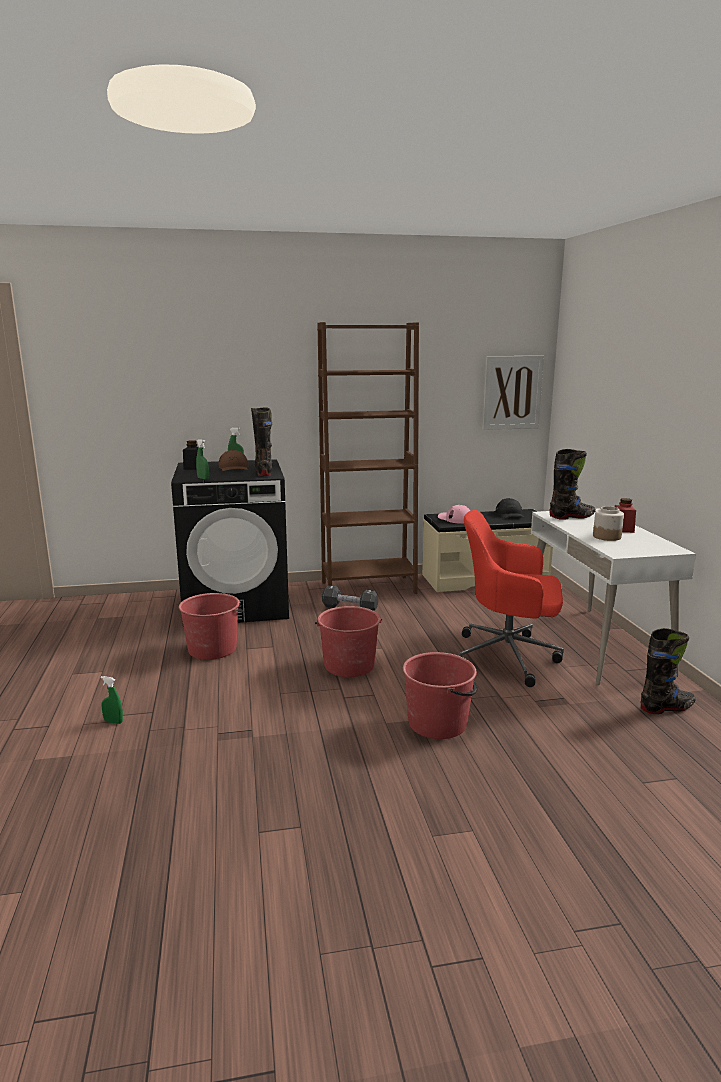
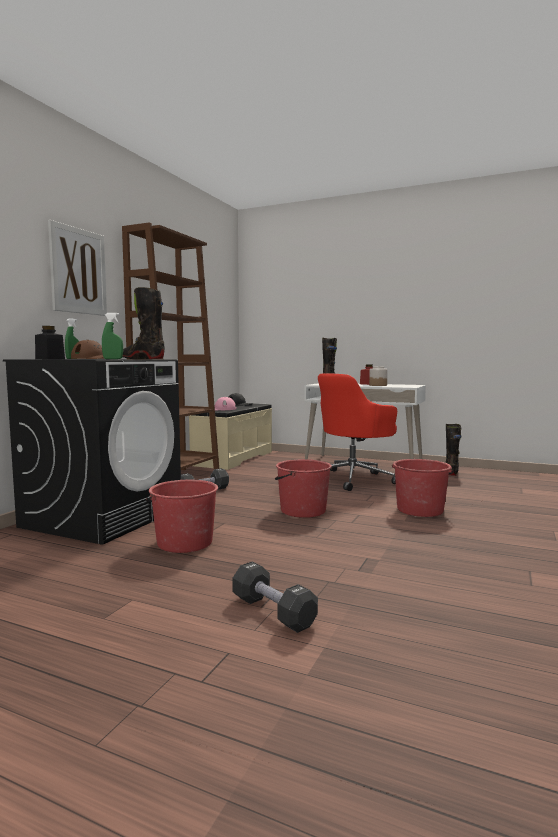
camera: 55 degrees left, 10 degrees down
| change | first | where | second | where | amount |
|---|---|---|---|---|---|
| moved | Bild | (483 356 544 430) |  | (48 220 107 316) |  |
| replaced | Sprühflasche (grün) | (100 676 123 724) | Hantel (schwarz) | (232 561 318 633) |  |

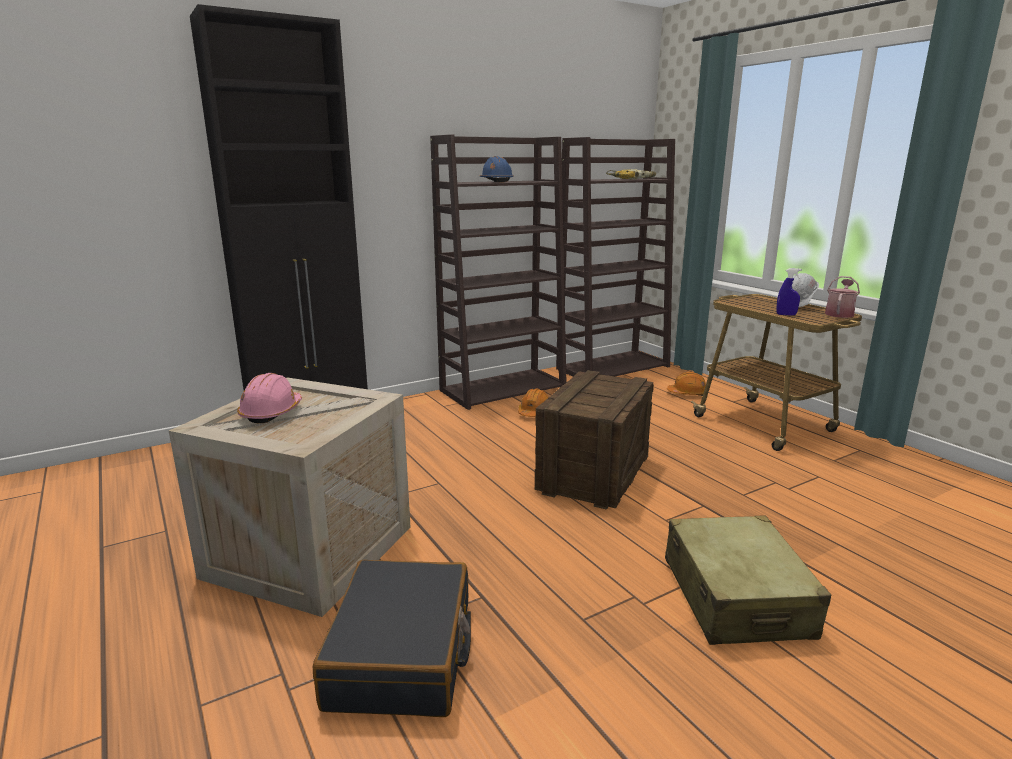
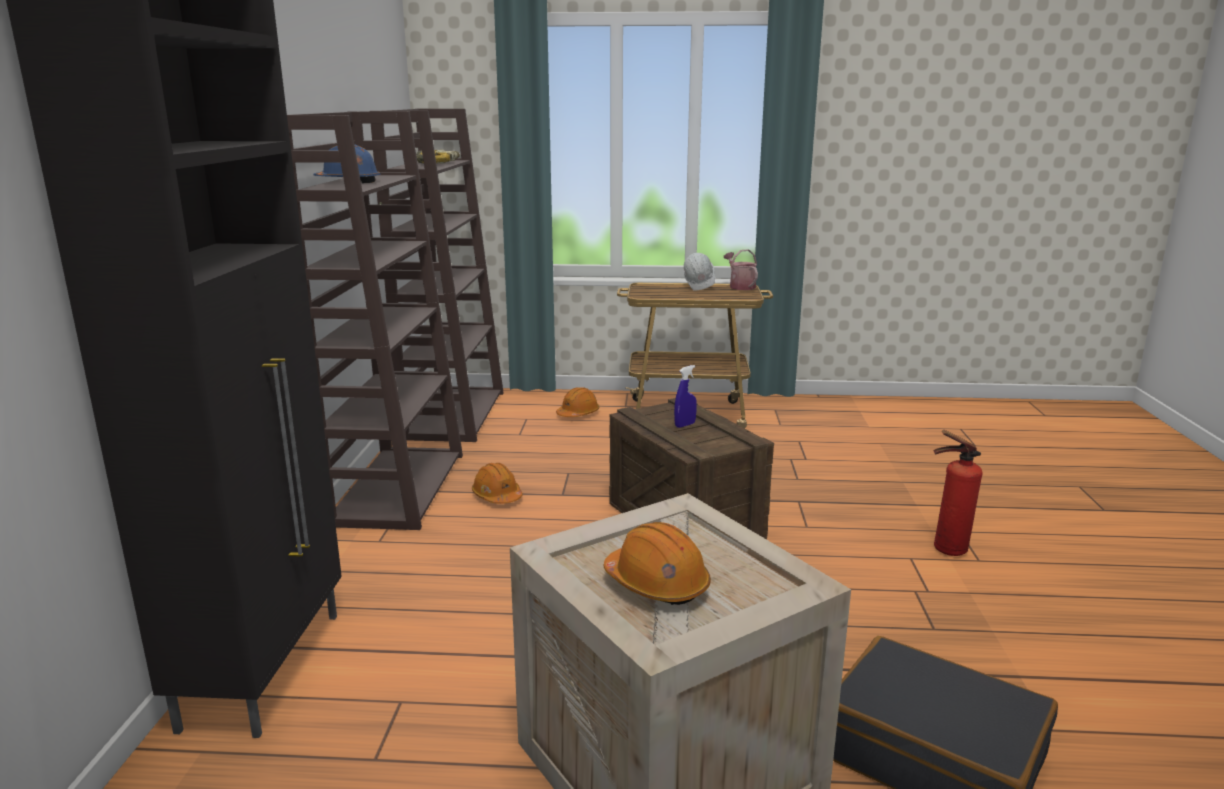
camera: 55 degrees left, 0 degrees up
| change | first | where | second | where | amount |
|---|---|---|---|---|---|
| moved | Sprühflasche (blau) | (777 268 802 316) |  | (674 365 697 428) |  |
| recoloured | Schutzhelm (rosa) | (237 373 302 423) | Schutzhelm (orange) | (604 522 711 605) |  |
| replaced | Koffer (beige) | (665 516 831 645) | Feuerlöscher | (934 430 983 556) |  |

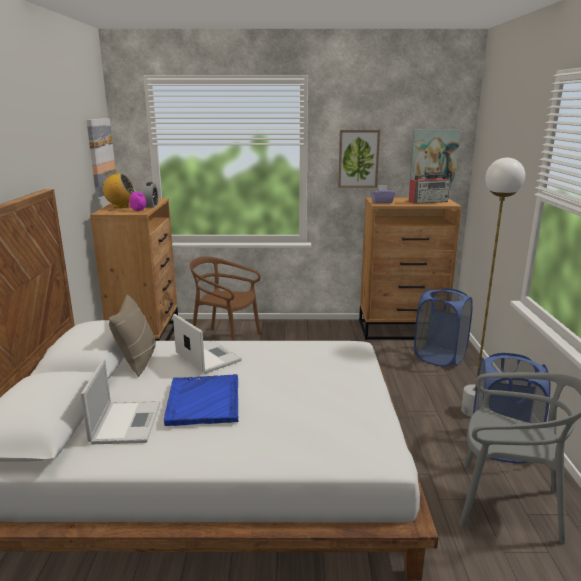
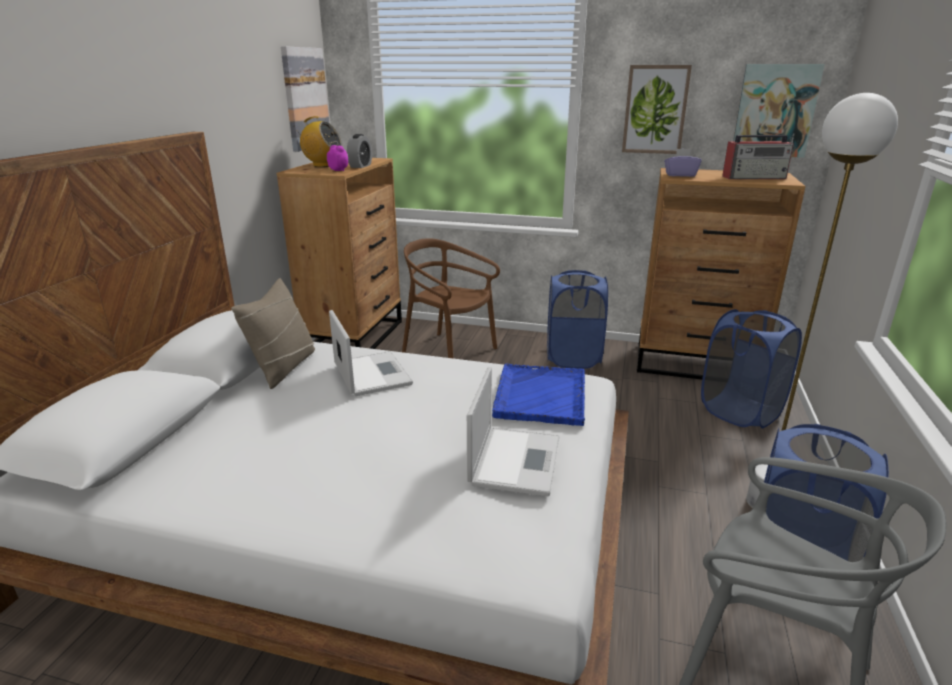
camera: 15 degrees right, 5 degrees up
| change | first | where | second | where | amount |
|---|---|---|---|---|---|
| moved | Laptop | (81 359 161 444) |  | (467 367 560 496) |  |
| moved | Tablett (blau) | (164 374 239 426) |  | (492 364 585 426) |  |
| added |  |  | Wäschekorb (blau) | (547 270 608 369) |  |

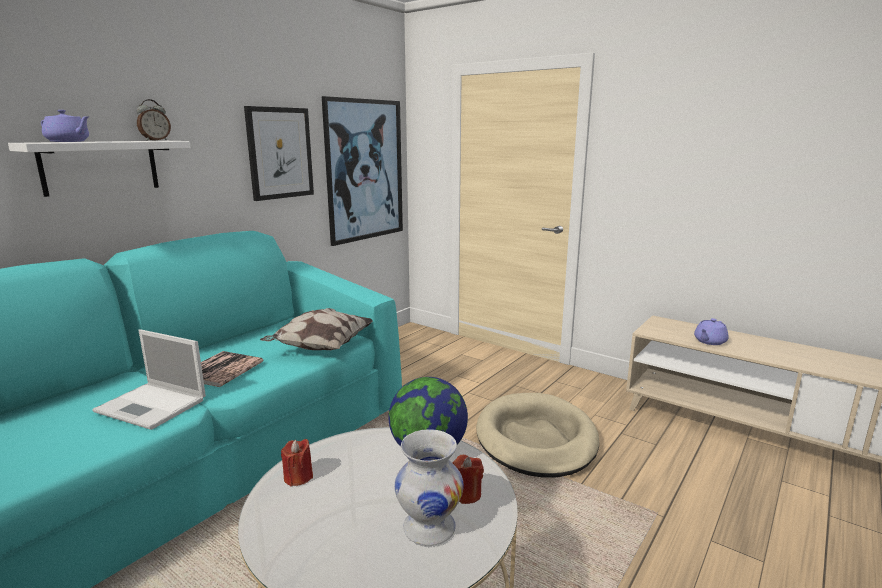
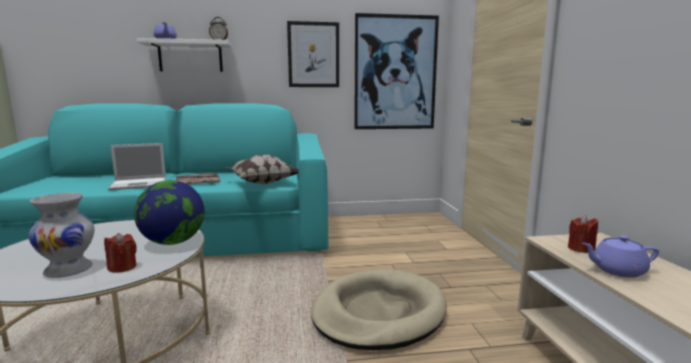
camera: 45 degrees right, 5 degrees down
| change | first | where | second | where | amount |
|---|---|---|---|---|---|
| turned | Laptop | (92 329 206 430) |  | (108 143 166 190) | 90 degrees counterclockwise |
| moved | Kerze (rot) | (281 439 313 486) |  | (568 215 598 253) |  |

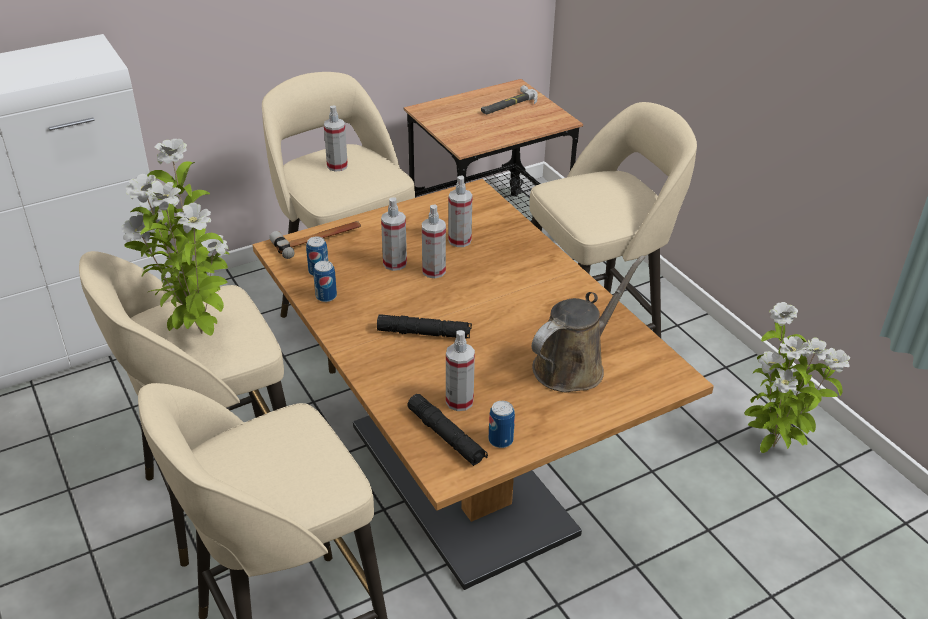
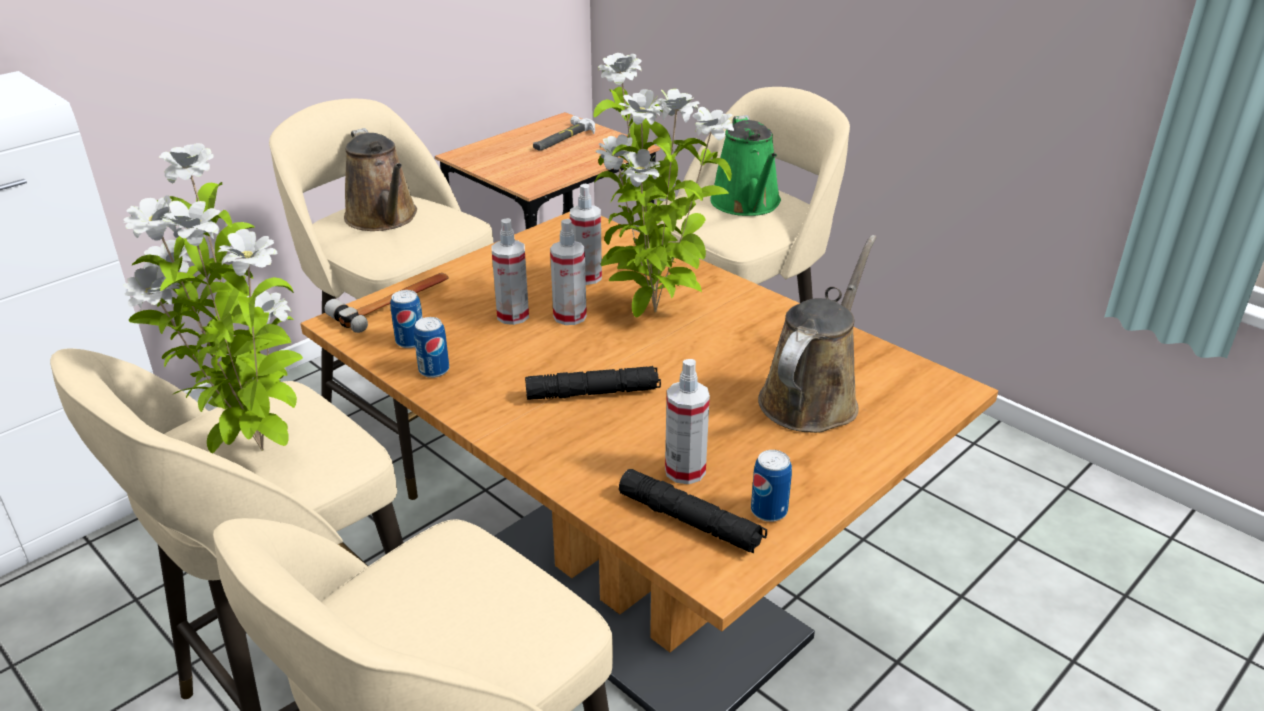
camera: 15 degrees left, 5 degrees down
| change | first | where | second | where | amount |
|---|---|---|---|---|---|
| replaced | Sprühflasche | (324 106 348 172) | Gießkanne (braun) | (344 128 417 231) |  |
| moved | Topfpflanze | (744 302 850 453) |  | (594 53 734 318) |  |
| added |  |  | Gießkanne (grün) | (710 115 781 216) |  |

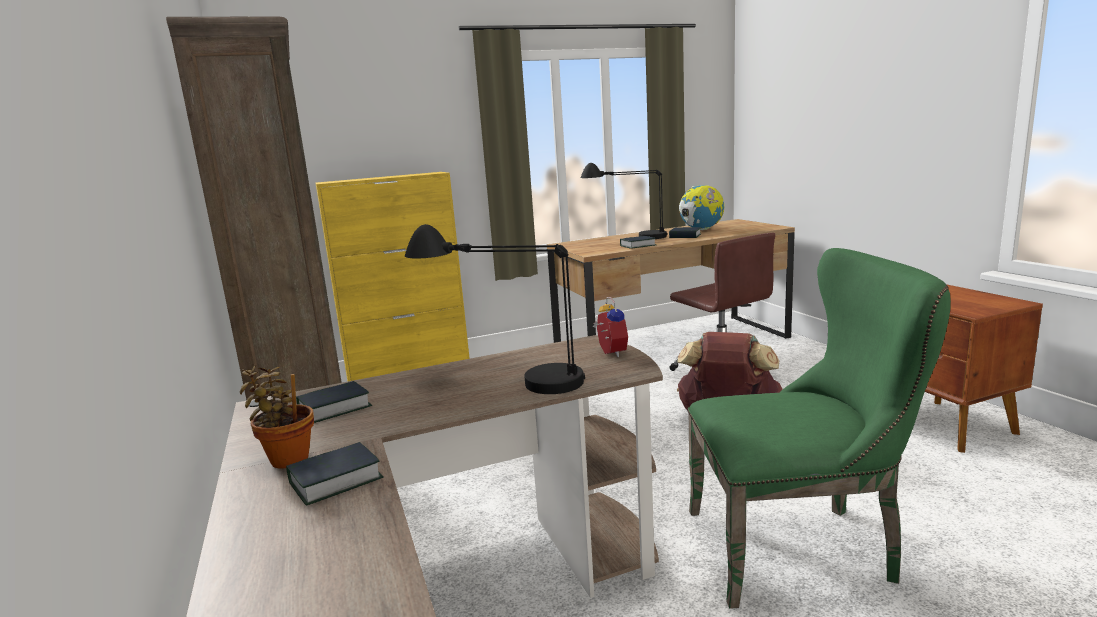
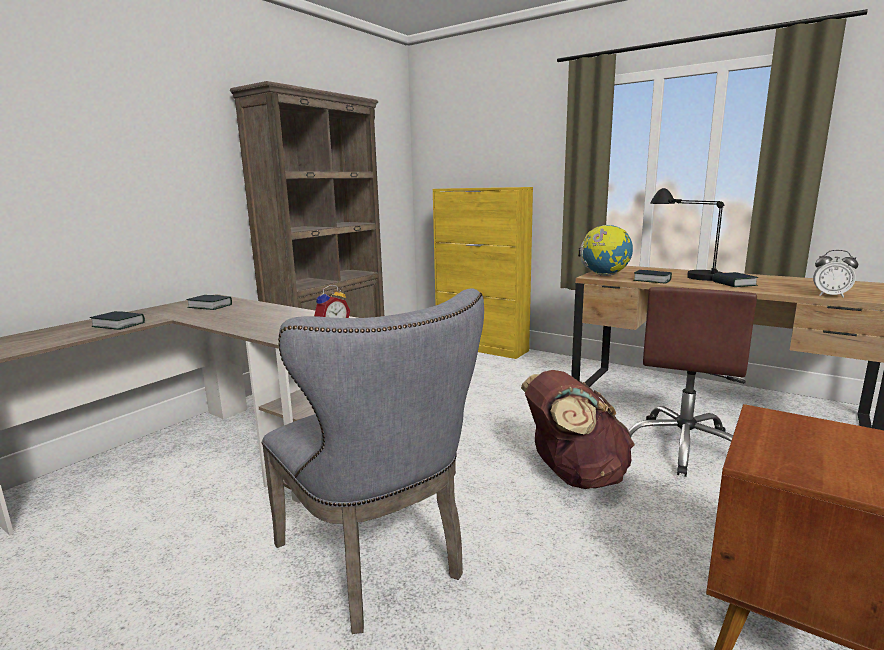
camera: 55 degrees right, 0 degrees up
| change | first | where | second | where | amount |
|---|---|---|---|---|---|
| moved | Globus | (679 185 724 230) |  | (578 225 633 276) |  |
| removed | Tischlampe (schwarz) | (405 224 585 394) |  |  |  |
| recoloured | Stuhl (grün) | (687 248 951 609) | Stuhl (grau) | (261 288 484 634) |  |
| removed | Topfpflanze | (240 366 314 469) |  |  |  |
| added |  |  | Wecker | (813 250 858 298) |  |

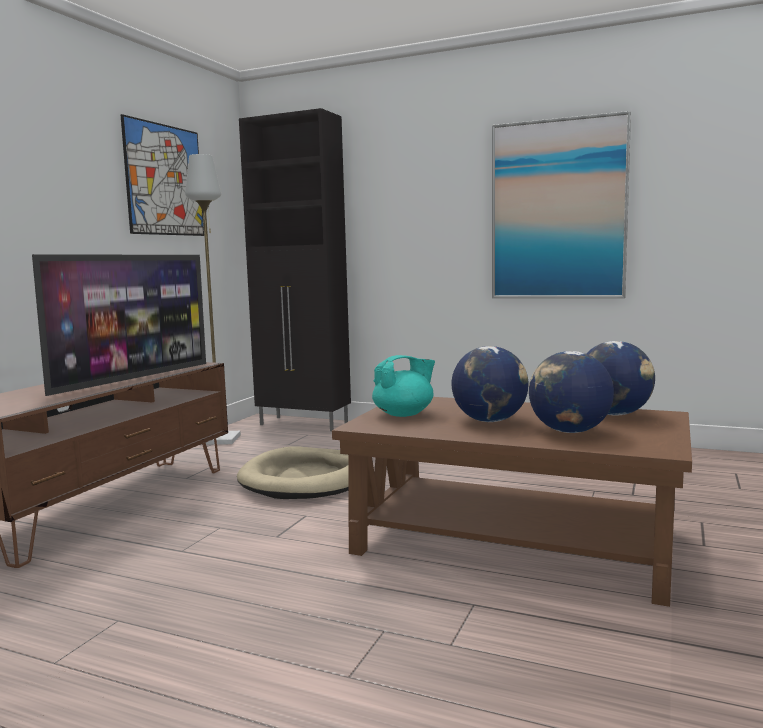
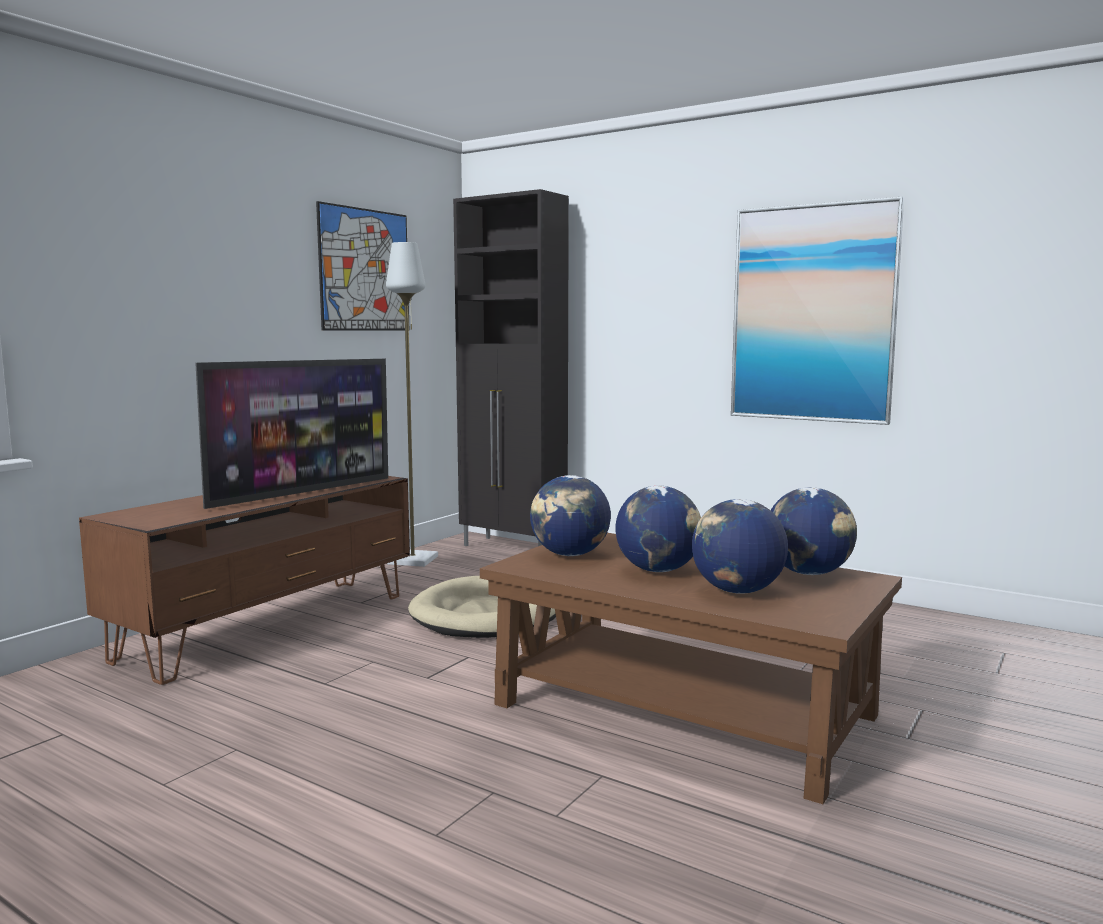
camera: 10 degrees right, 0 degrees up
| change | first | where | second | where | amount |
|---|---|---|---|---|---|
| replaced | Teekanne (türkis) | (372 355 435 417) | Globus | (530 475 611 556) |  |

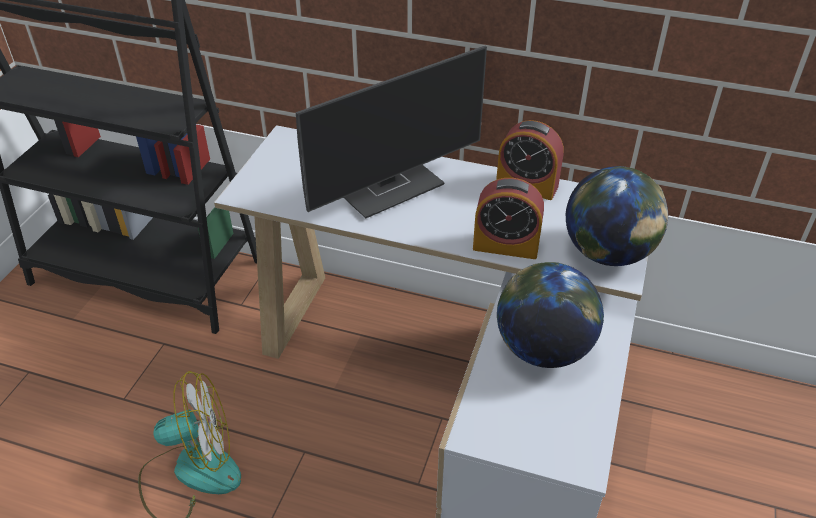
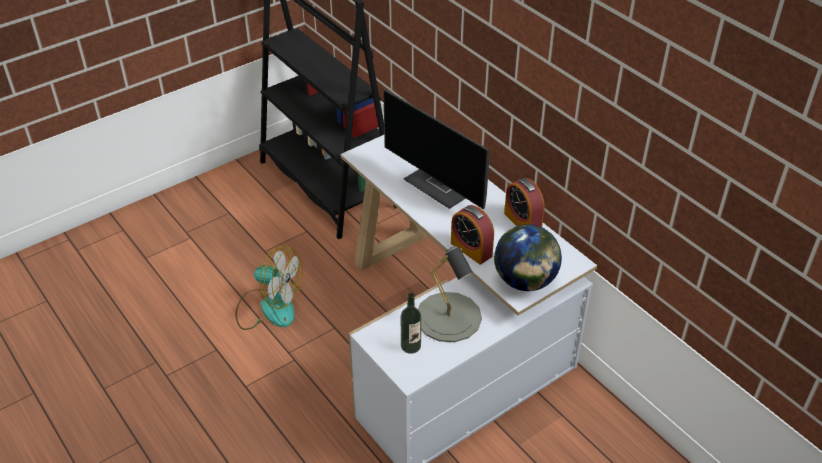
camera: 35 degrees right, 0 degrees up
| change | first | where | second | where | amount |
|---|---|---|---|---|---|
| turned | Monitor | (296 46 487 218) |  | (383 89 489 210) | 45 degrees clockwise |
| replaced | Globus | (497 262 604 368) | Tischlampe (grau) | (418 246 482 342) |  |
| added |  |  | Flasche | (401 293 421 354) |  |

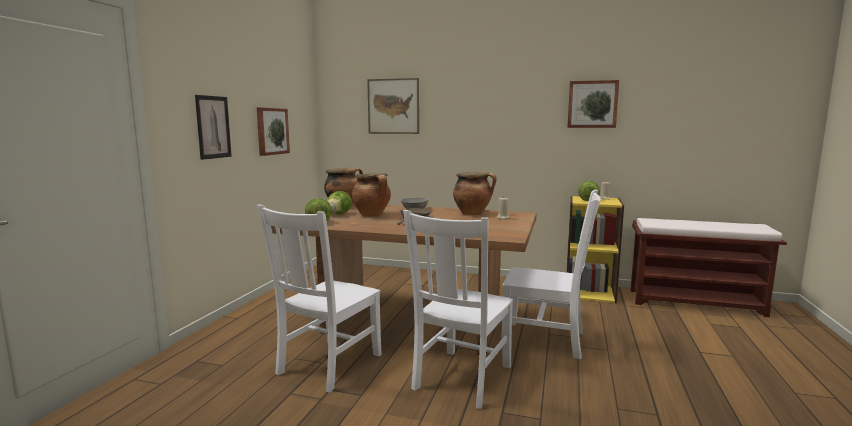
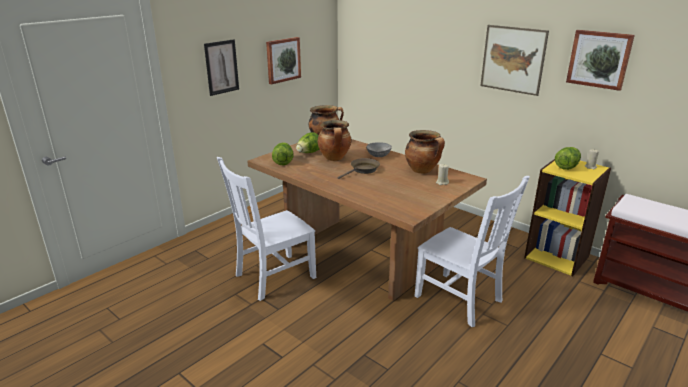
camera: 25 degrees right, 15 degrees up
| change | first | where | second | where | amount |
|---|---|---|---|---|---|
| moved | Bild | (367 78 419 134) |  | (480 25 549 96) |  |
| removed | Stuhl (weiß) | (403 210 513 409) |  |  |  |

